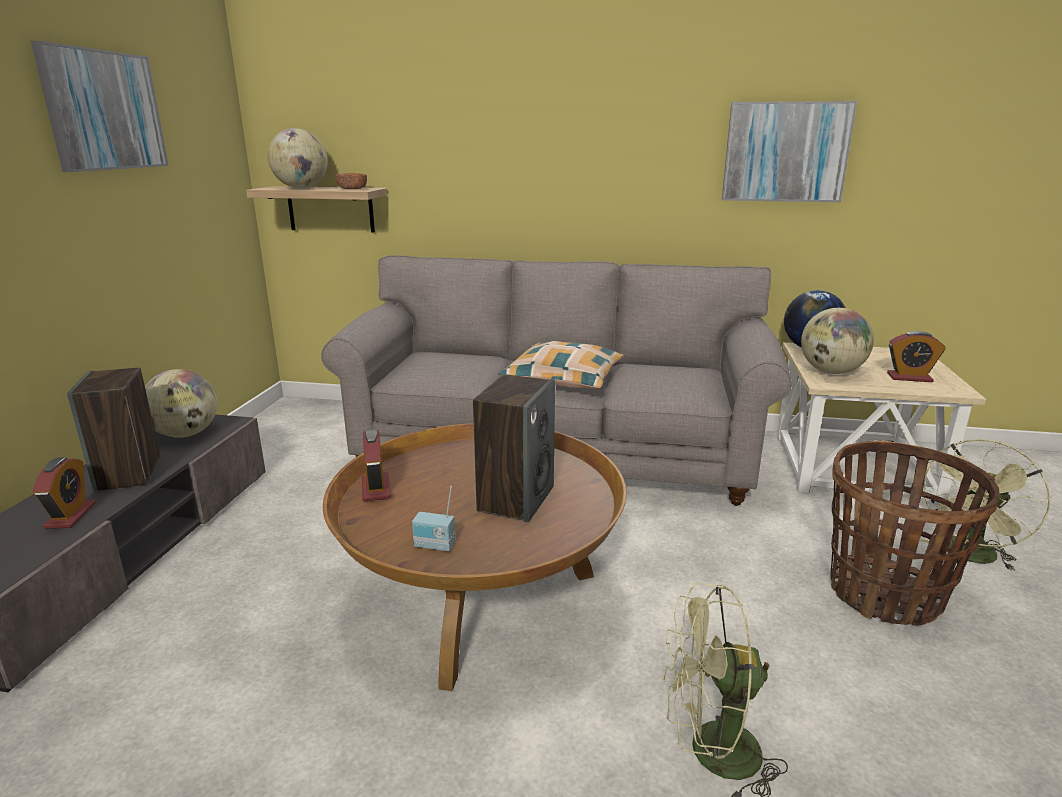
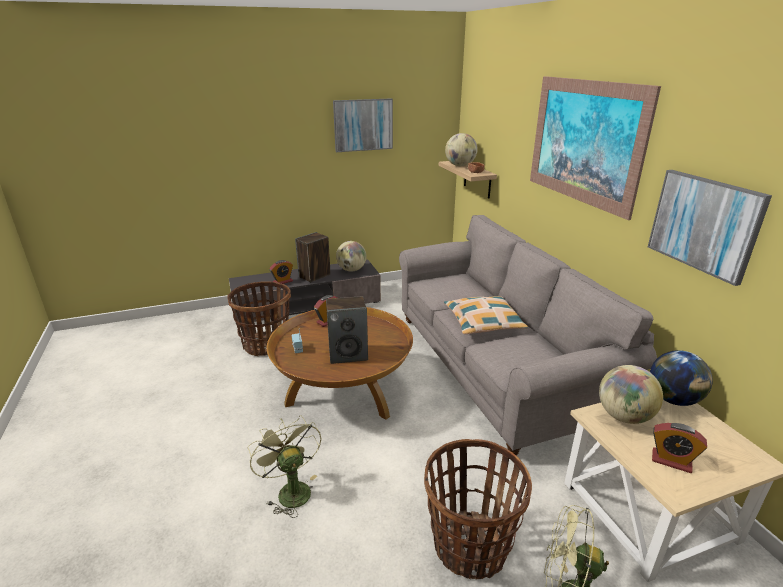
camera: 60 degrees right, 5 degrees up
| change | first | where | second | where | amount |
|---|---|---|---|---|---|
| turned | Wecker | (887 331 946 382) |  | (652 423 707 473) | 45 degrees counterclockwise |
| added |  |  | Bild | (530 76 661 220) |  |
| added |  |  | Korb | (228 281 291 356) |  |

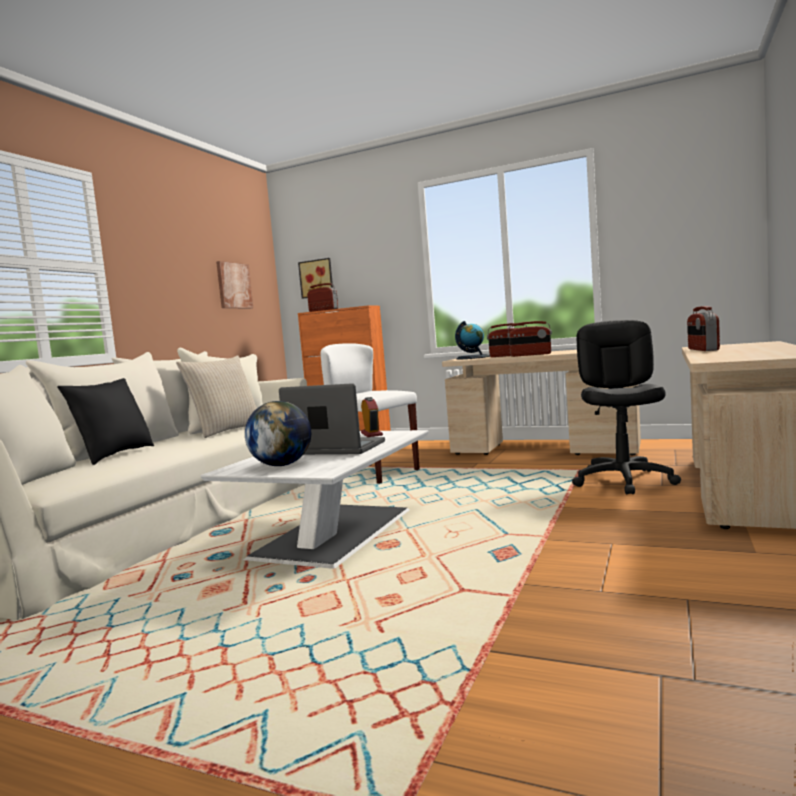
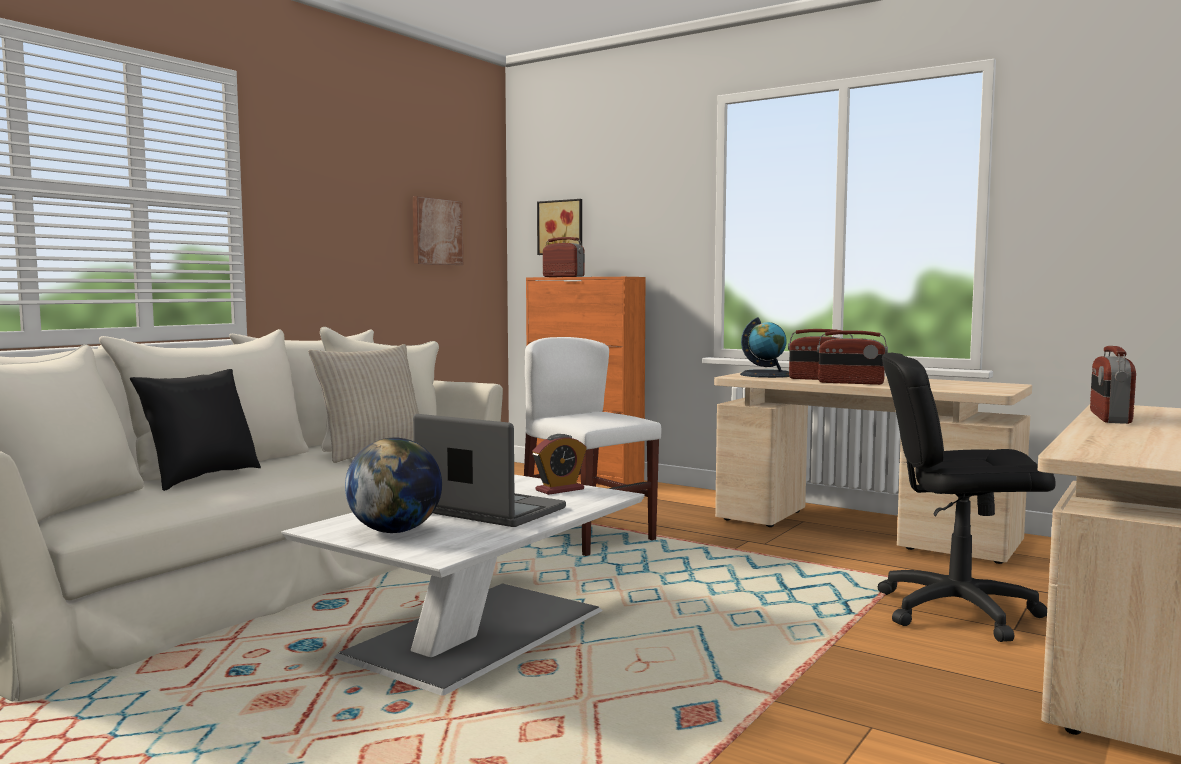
camera: 10 degrees right, 0 degrees up
| change | first | where | second | where | amount |
|---|---|---|---|---|---|
| turned | Bürostuhl (schwarz) | (572 320 681 494) |  | (878 353 1056 642) | 105 degrees counterclockwise |
| turned | Wecker | (361 397 383 437) |  | (533 434 587 495) | 60 degrees clockwise |

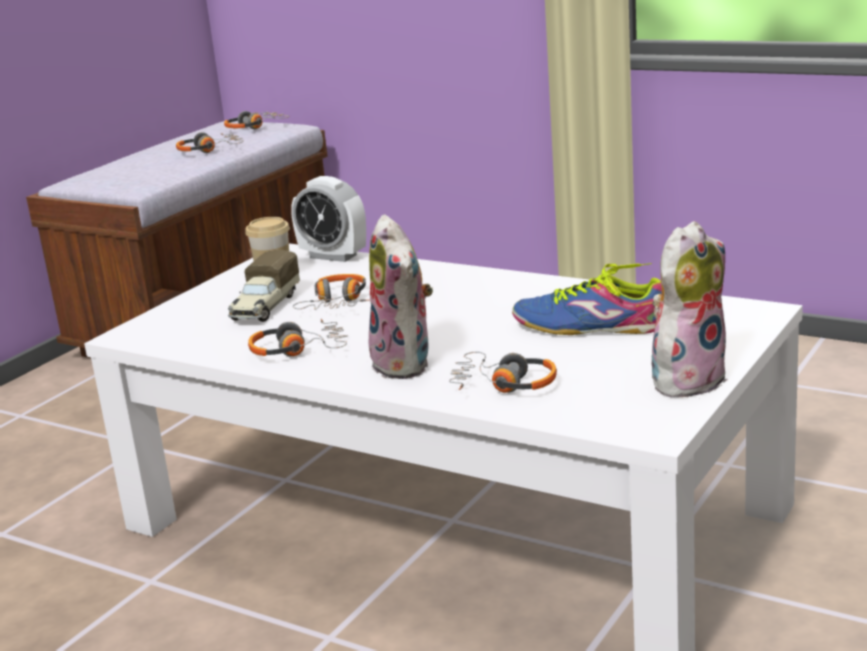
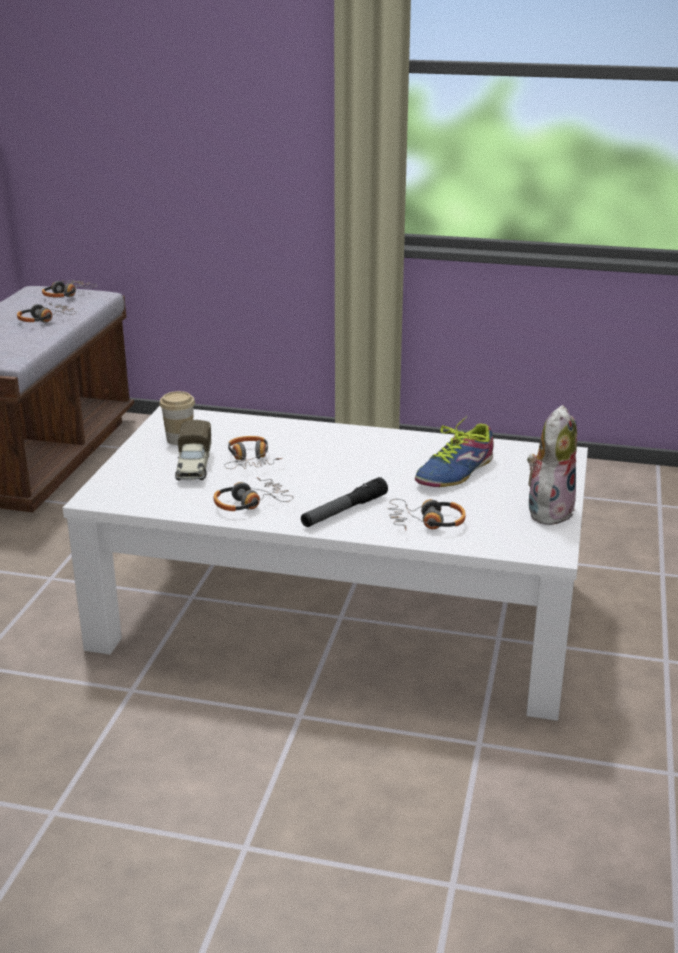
camera: 20 degrees left, 5 degrees up
| change | first | where | second | where | amount |
|---|---|---|---|---|---|
| removed | Wecker | (291 176 366 262) |  |  |  |
| replaced | Plüschtier | (366 215 433 379) | Taschenlampe | (301 477 388 527) |  |
| turned | Schuh | (512 263 662 335) |  | (415 416 494 487) | 45 degrees counterclockwise |

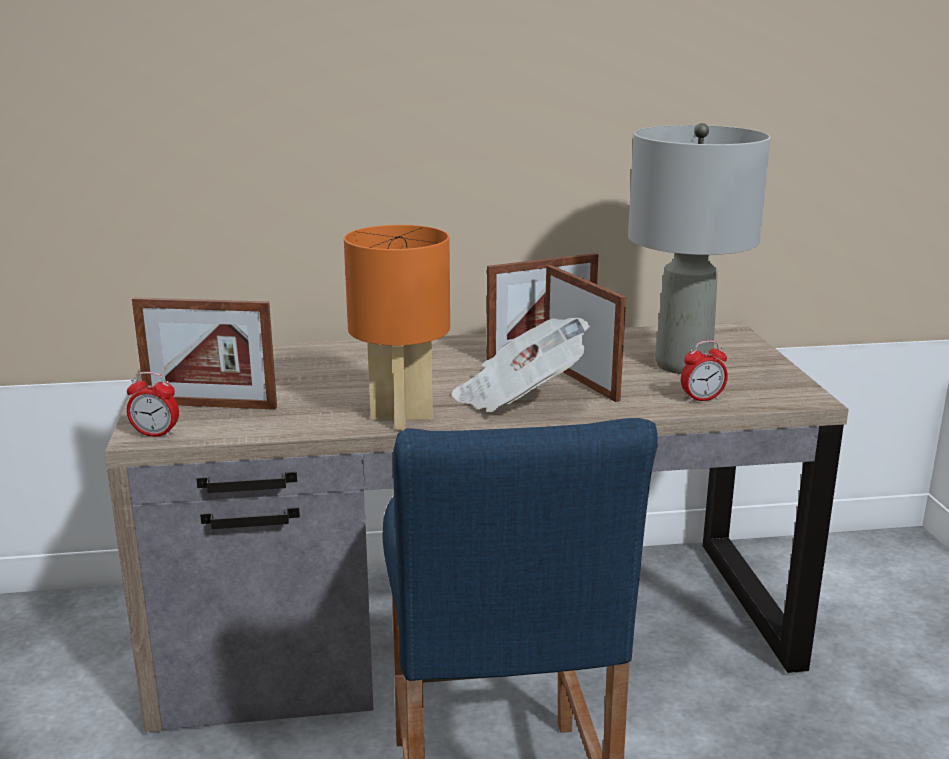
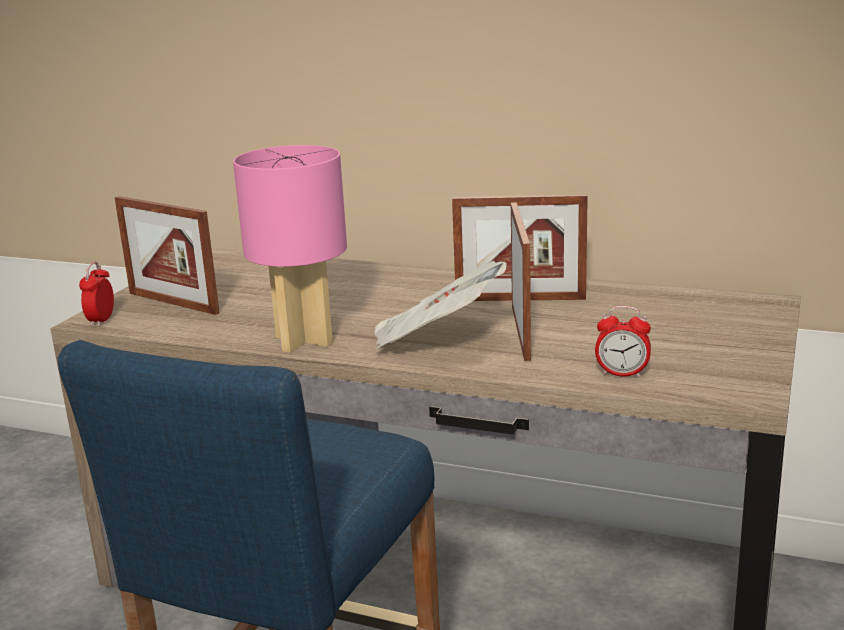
camera: 30 degrees right, 0 degrees up
| change | first | where | second | where | amount |
|---|---|---|---|---|---|
| removed | Tischlampe (grau) | (628 123 771 374) |  |  |  |
| recoloured | Tischlampe (orange) | (344 225 450 430) | Tischlampe (rosa) | (233 145 347 353) |  |
| turned | Wecker | (127 372 179 438) |  | (79 262 114 326) | 60 degrees clockwise |

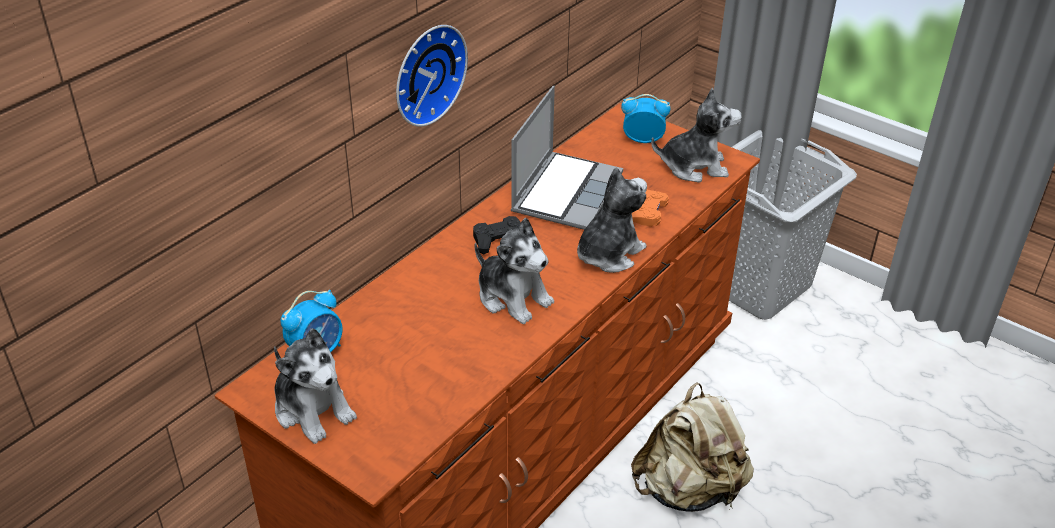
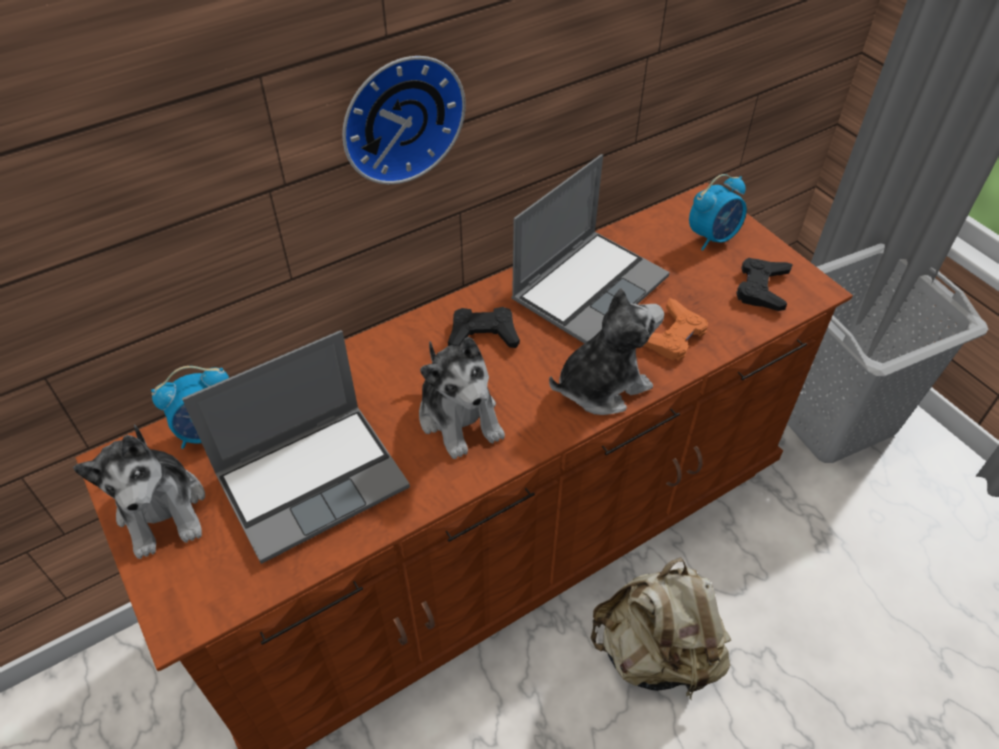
camera: 20 degrees right, 10 degrees up
| change | first | where | second | where | amount |
|---|---|---|---|---|---|
| replaced | Plüschtier | (651 87 742 182) | Gamepad (schwarz) | (737 258 793 311) |  |
| turned | Wecker | (621 94 670 143) |  | (689 174 747 251) | 120 degrees clockwise |
| added |  |  | Laptop | (182 330 410 564) |  |

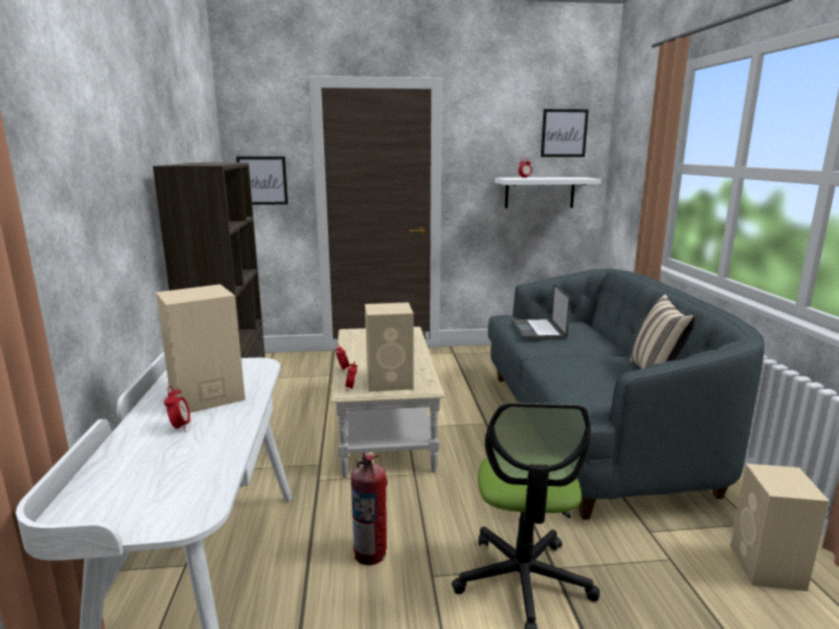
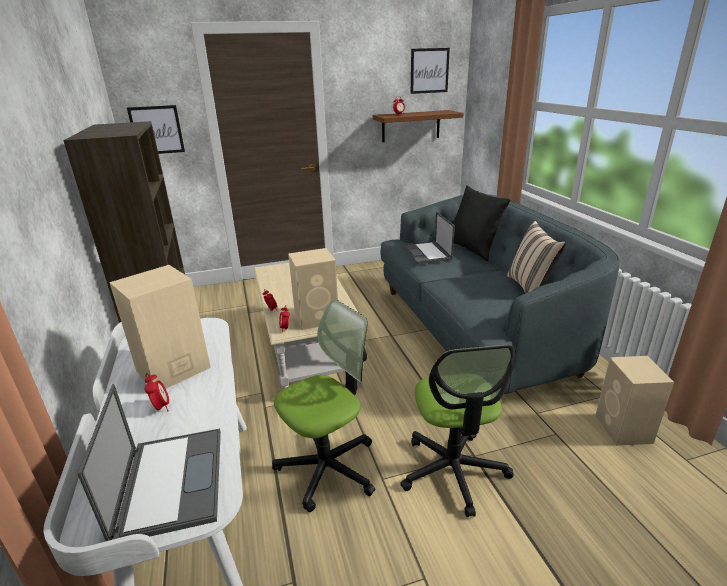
camera: 10 degrees left, 10 degrees up
| change | first | where | second | where | amount |
|---|---|---|---|---|---|
| recoloured | Wandregal (weiß) | (495 177 601 208) | Wandregal (braun) | (372 110 463 142) |  |
| replaced | Feuerlöscher | (351 452 388 565) | Bürostuhl | (272 300 375 512) |  |
| added |  |  | Kissen (schwarz) | (454 185 511 261) |  |
| added |  |  | Laptop | (77 384 221 541) |  |

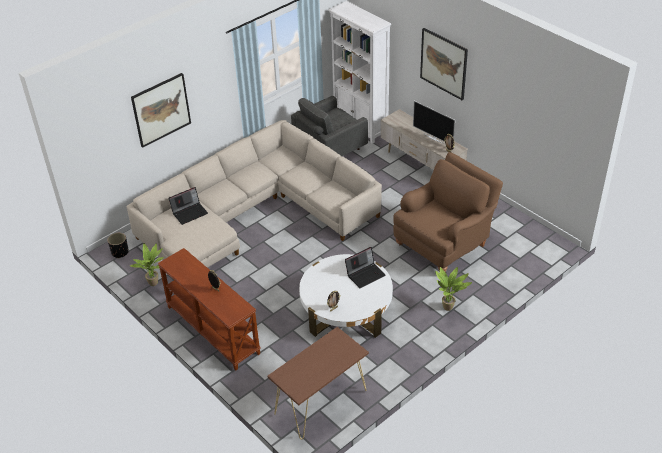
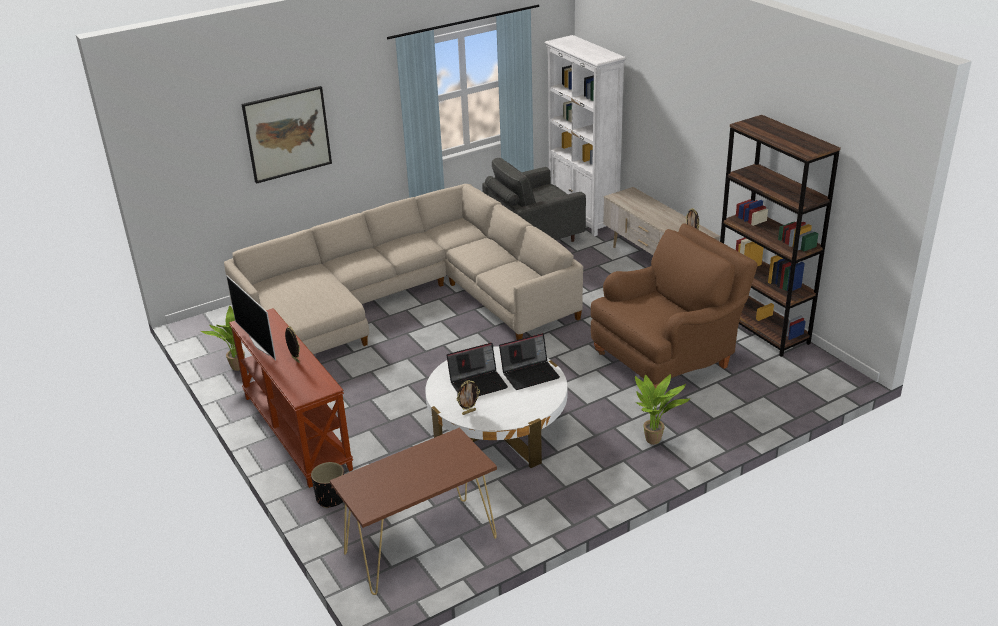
camera: 10 degrees right, 10 degrees down
| change | first | where | second | where | amount |
|---|---|---|---|---|---|
| removed | Bild | (420 28 468 100) |  |  |  |
| moved | Fernseher | (413 101 455 144) |  | (226 275 276 361) |  |
| moved | Laptop | (168 187 208 225) |  | (446 343 508 396) |  |
| moved | Pflanzkübel (schwarz) | (107 233 129 258) |  | (311 462 344 508) |  |
| added |  |  | Bücherregal (braun) | (720 115 841 357) |  |

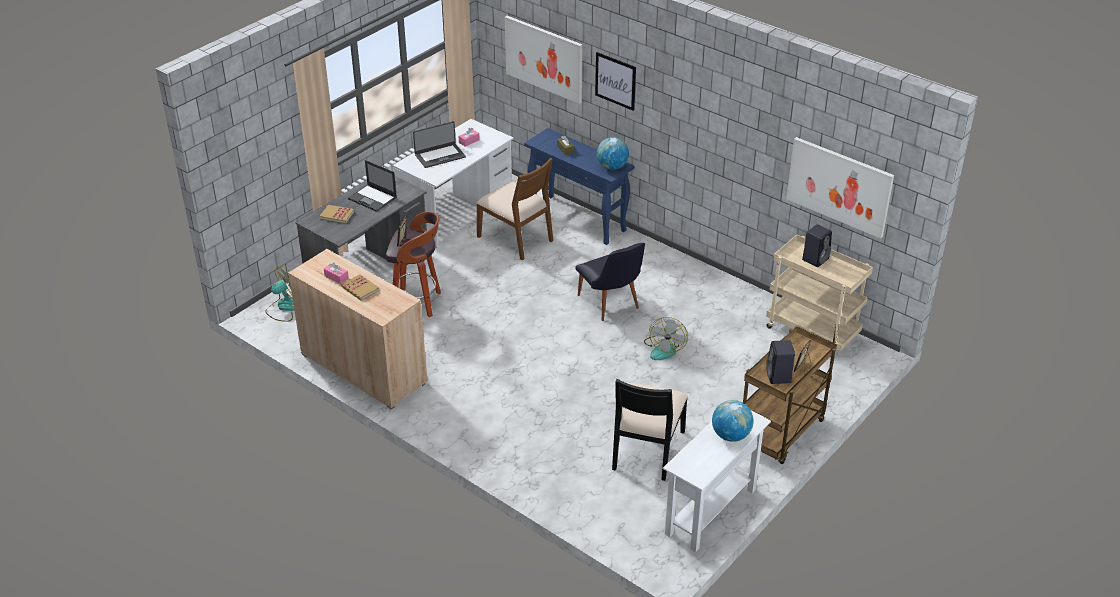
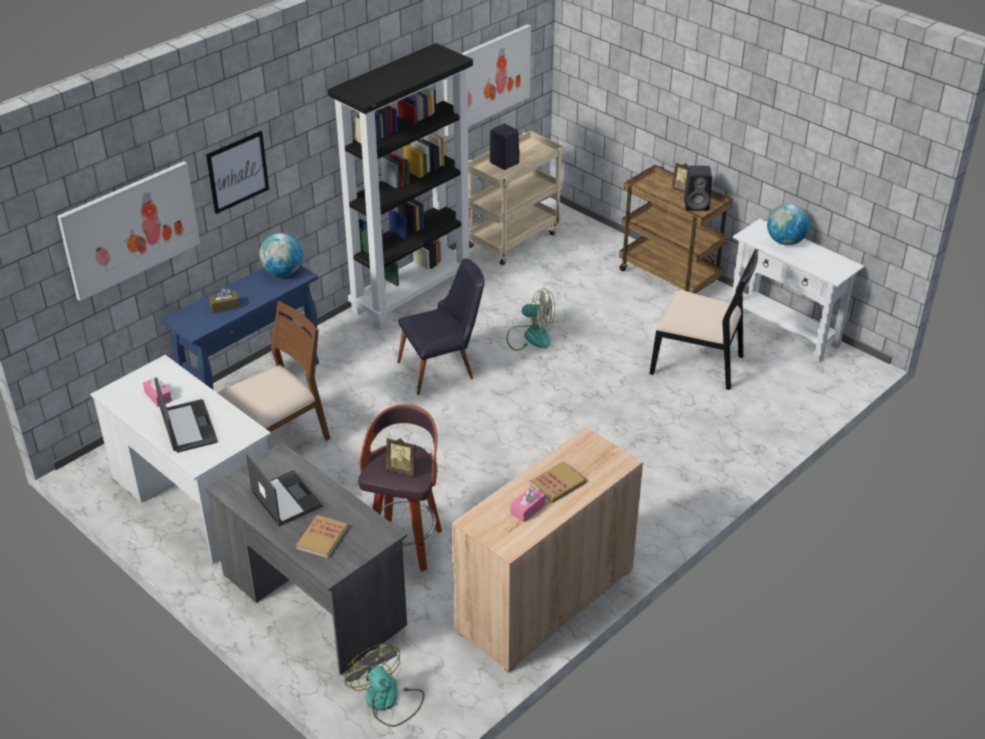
camera: 85 degrees left, 0 degrees up
| change | first | where | second | where | amount |
|---|---|---|---|---|---|
| turned | Laptop | (348 160 397 212) |  | (246 454 323 526) | 75 degrees counterclockwise |
| added |  |  | Bücherregal (schwarz) | (328 43 473 329) |  |

